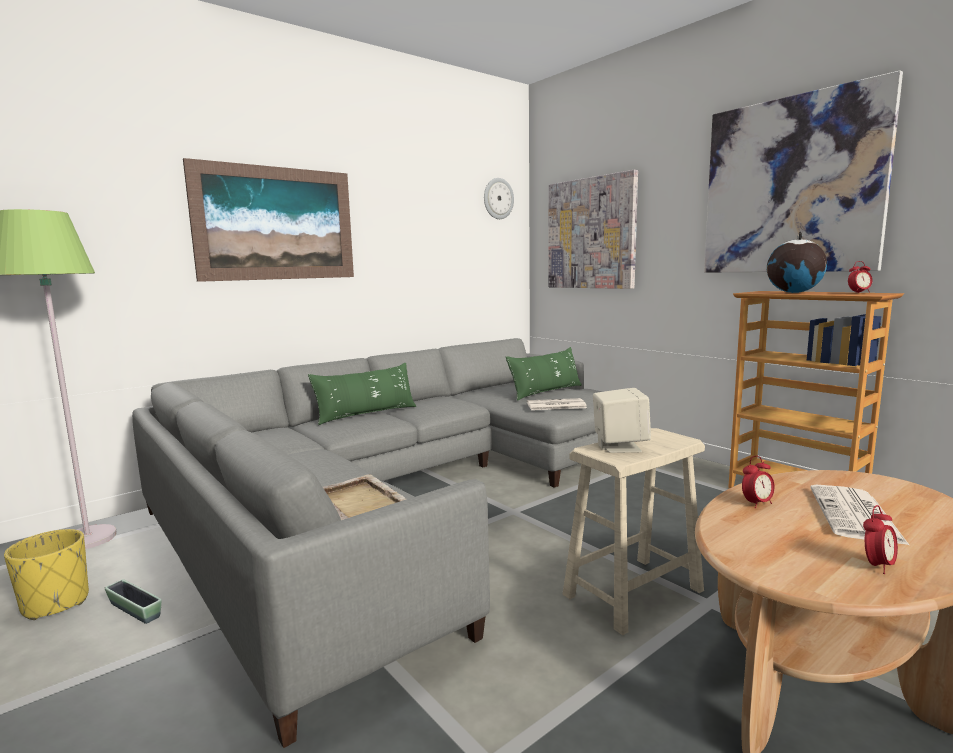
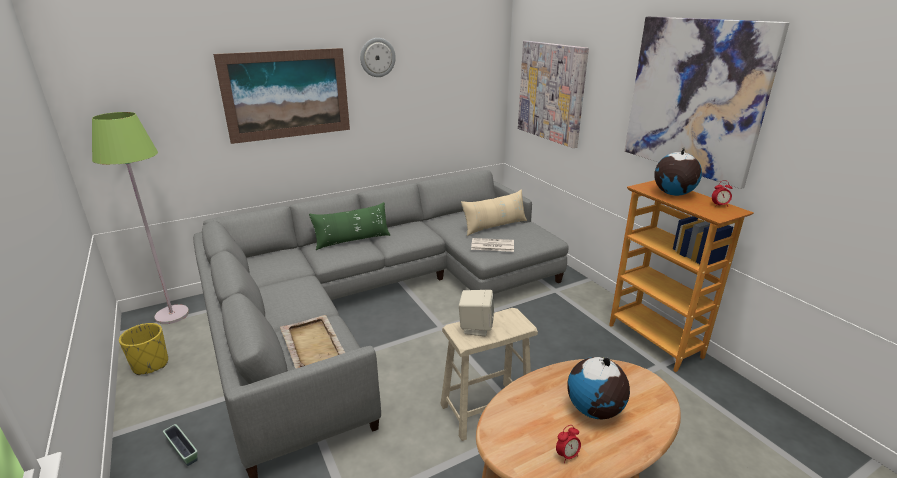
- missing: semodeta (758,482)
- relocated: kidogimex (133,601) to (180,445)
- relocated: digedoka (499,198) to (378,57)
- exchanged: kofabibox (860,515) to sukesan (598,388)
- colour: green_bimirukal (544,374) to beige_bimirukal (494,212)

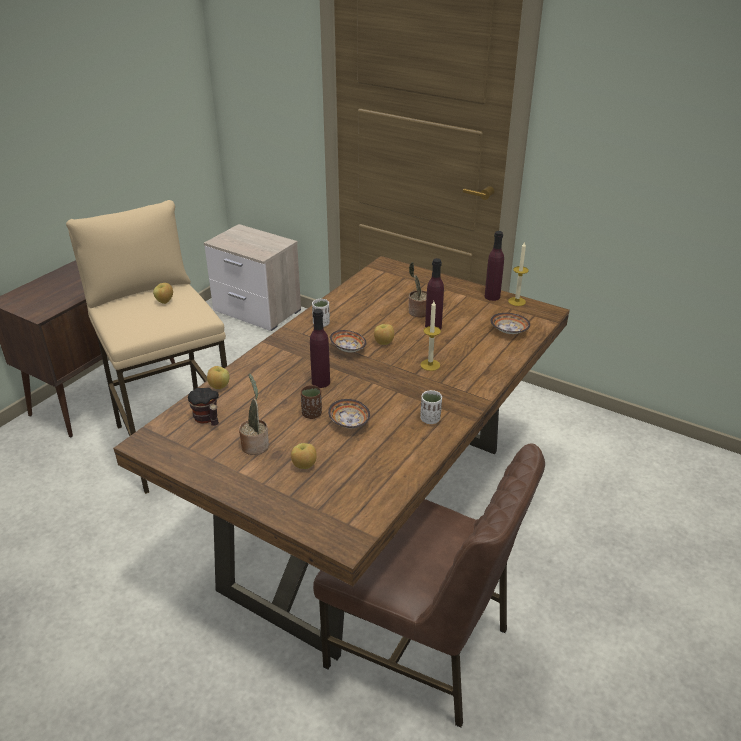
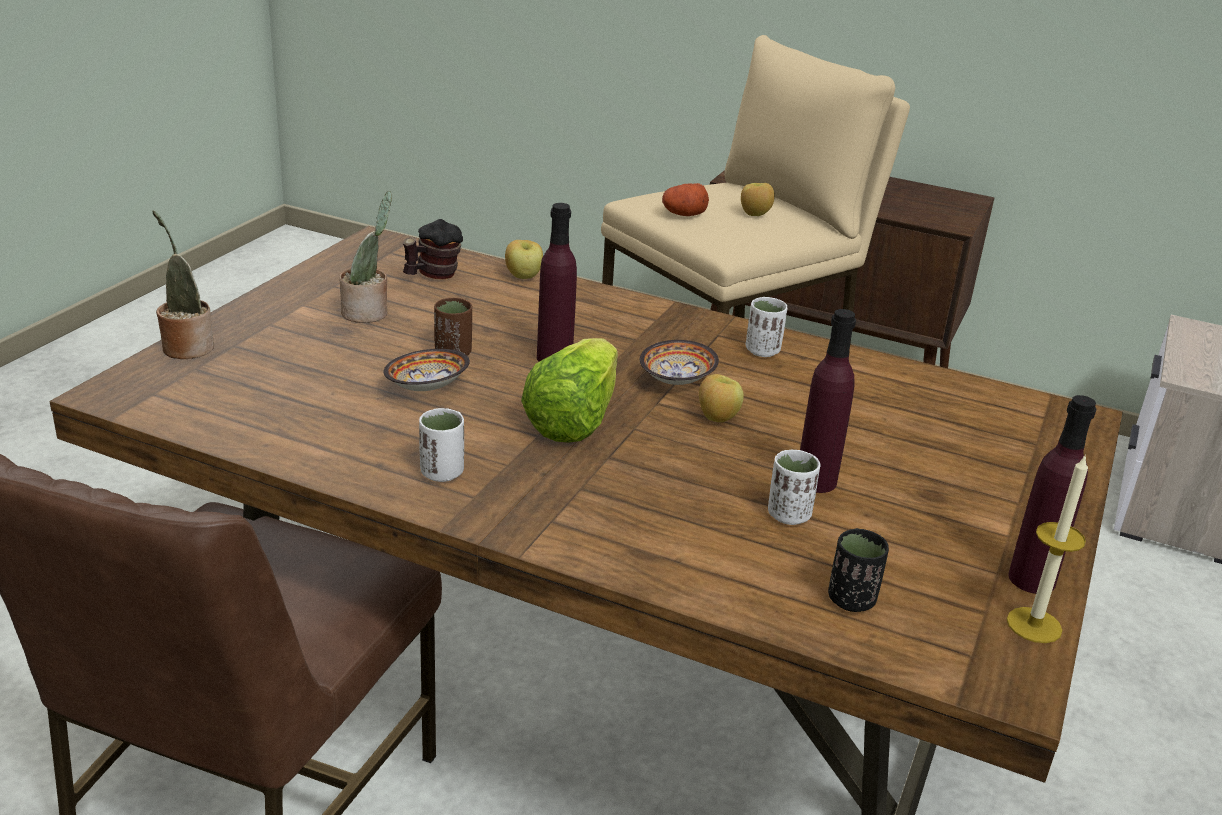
- missing: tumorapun (304,456)
- missing: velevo (431,336)
- appeared: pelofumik (569,390)
- appeared: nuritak (685,199)
- appeared: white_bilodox (794,487)
- relocated: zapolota (418,289) to (183,285)
- exchanged: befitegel (510,323) to black_bilodox (858,570)

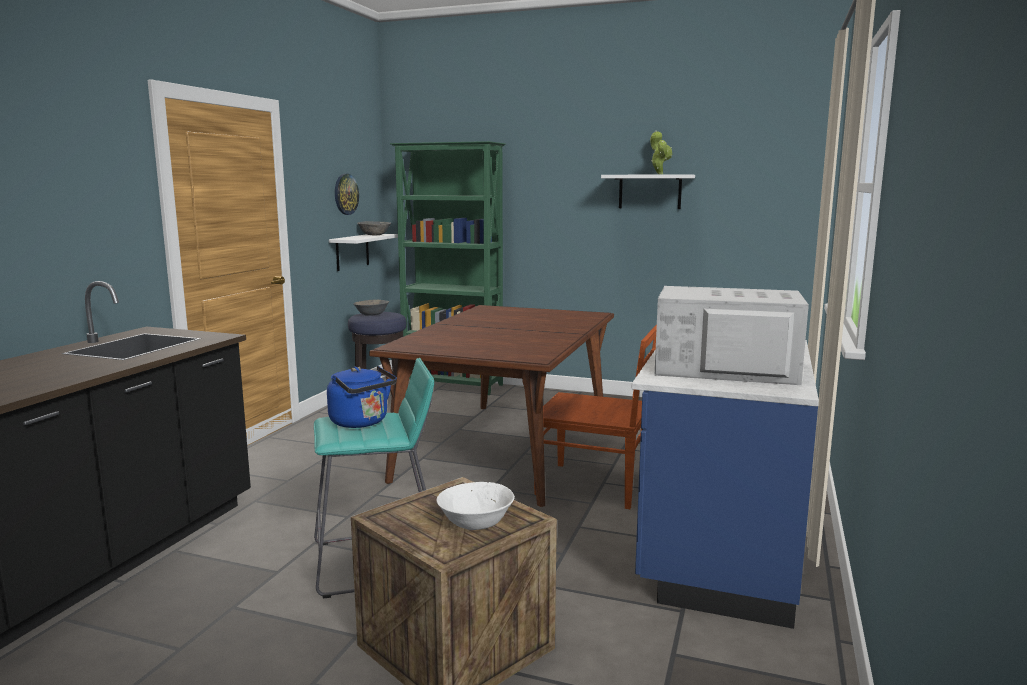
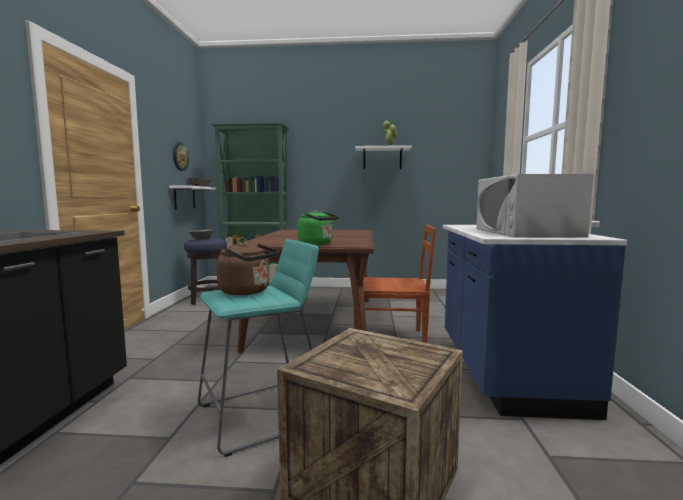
- missing: white_befitegel (475,506)
- appeared: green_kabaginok (318,227)
- colour: blue_kabaginok (362,397) to brown_kabaginok (248,268)
- spun: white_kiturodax (732,335) = (535,206) 90 degrees counterclockwise

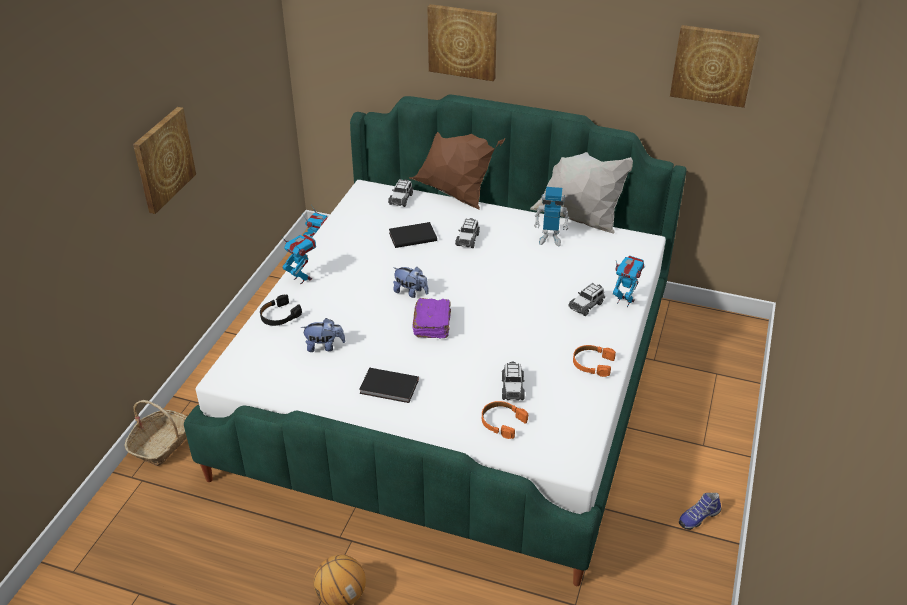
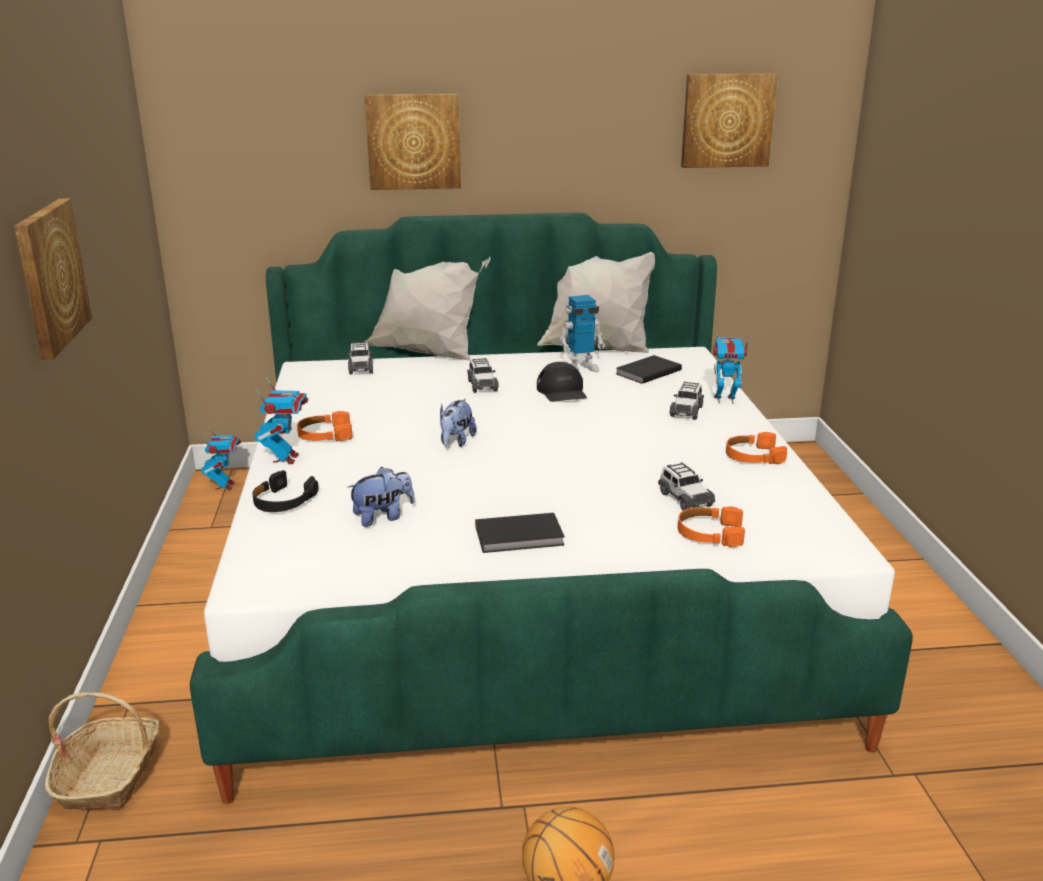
- missing: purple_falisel (431,318)
- missing: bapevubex (700,511)
- appeared: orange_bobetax (324,426)
- appeared: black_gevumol (562,382)
- relocated: black_falisel (413,235) to (649,369)
- colour: brown_bimirukal (457,171) to white_bimirukal (427,309)
- spun: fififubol (298,259) = (281,419) 75 degrees clockwise
- spun: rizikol (411,282) = (458,423) 105 degrees clockwise

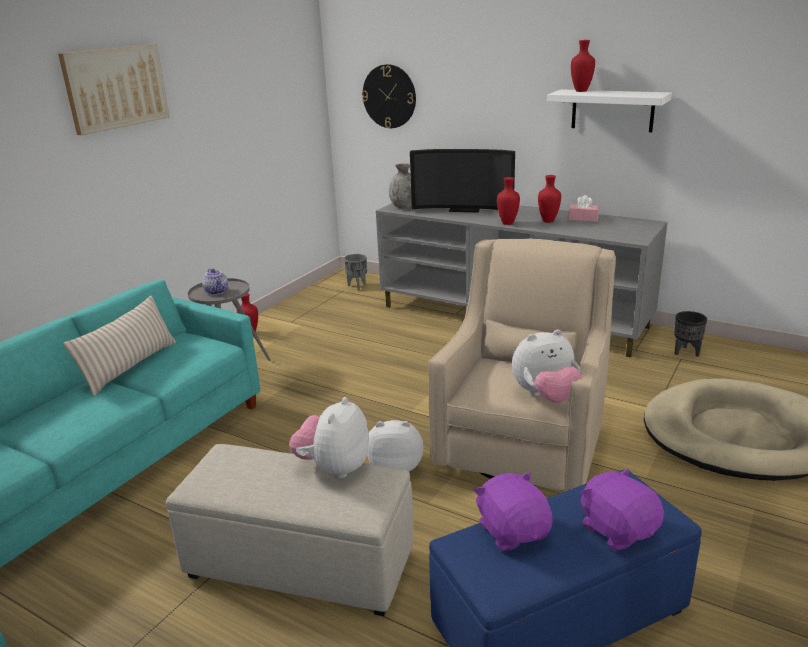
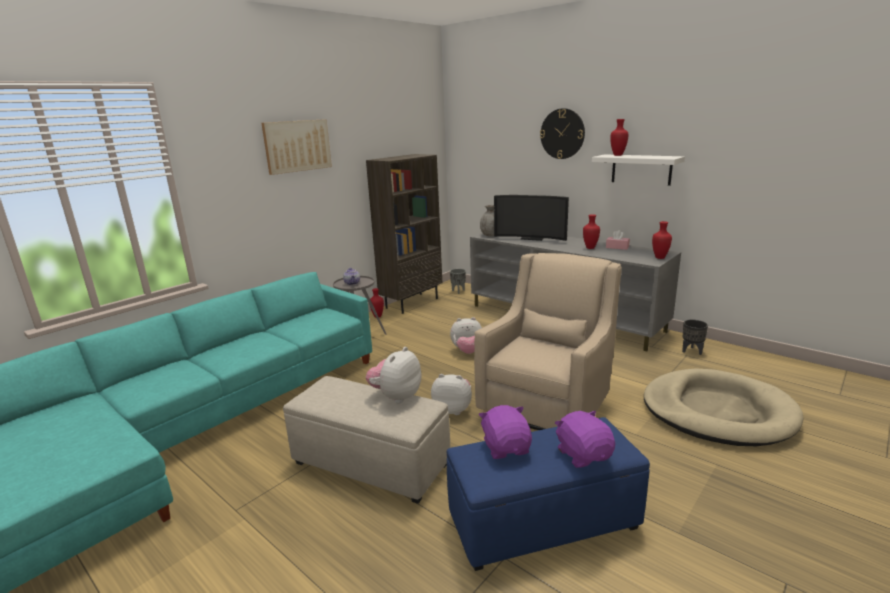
- missing: beige_bimirukal (119,345)
- appeared: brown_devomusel (404,234)
- relocated: digedoka (389,96) to (562,133)
- relocated: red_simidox (508,201) to (662,240)
- relocated: rizikol (547,366) to (466,335)

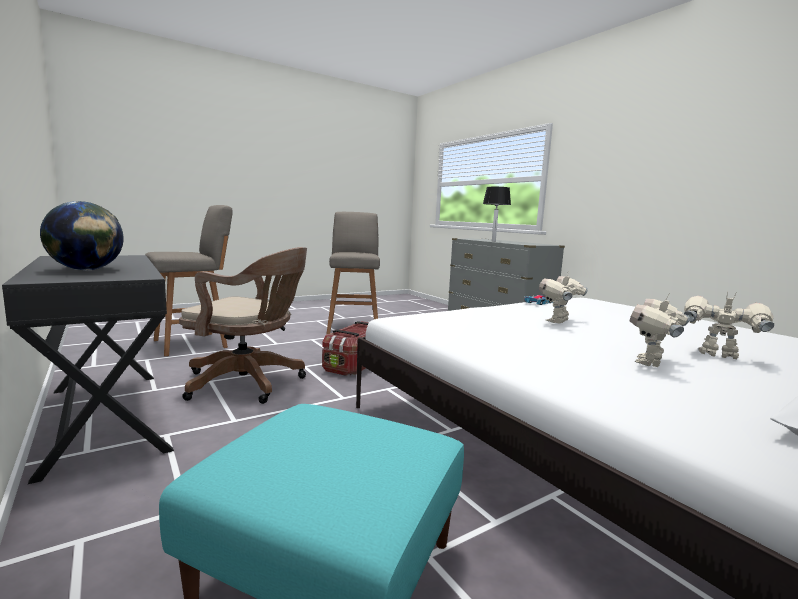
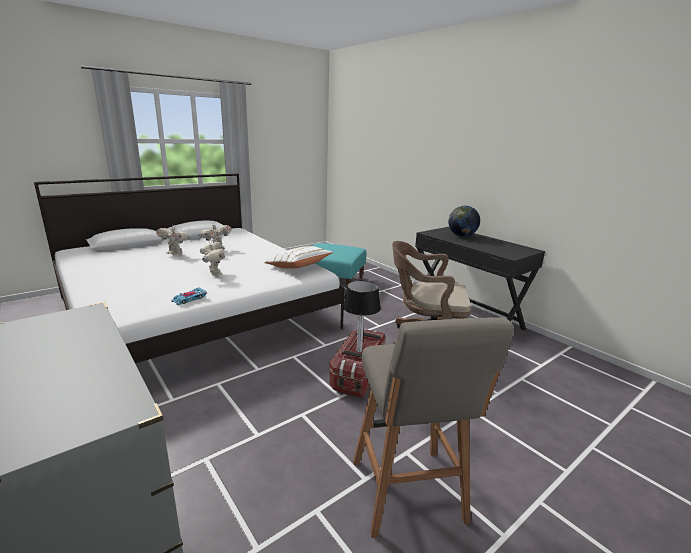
- missing: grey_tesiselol (189,280)
- appeared: white_bimirukal (298,257)
- relocated: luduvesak (497,214) to (362,316)
- spun: fififubol (563,297) = (212,259) 60 degrees counterclockwise

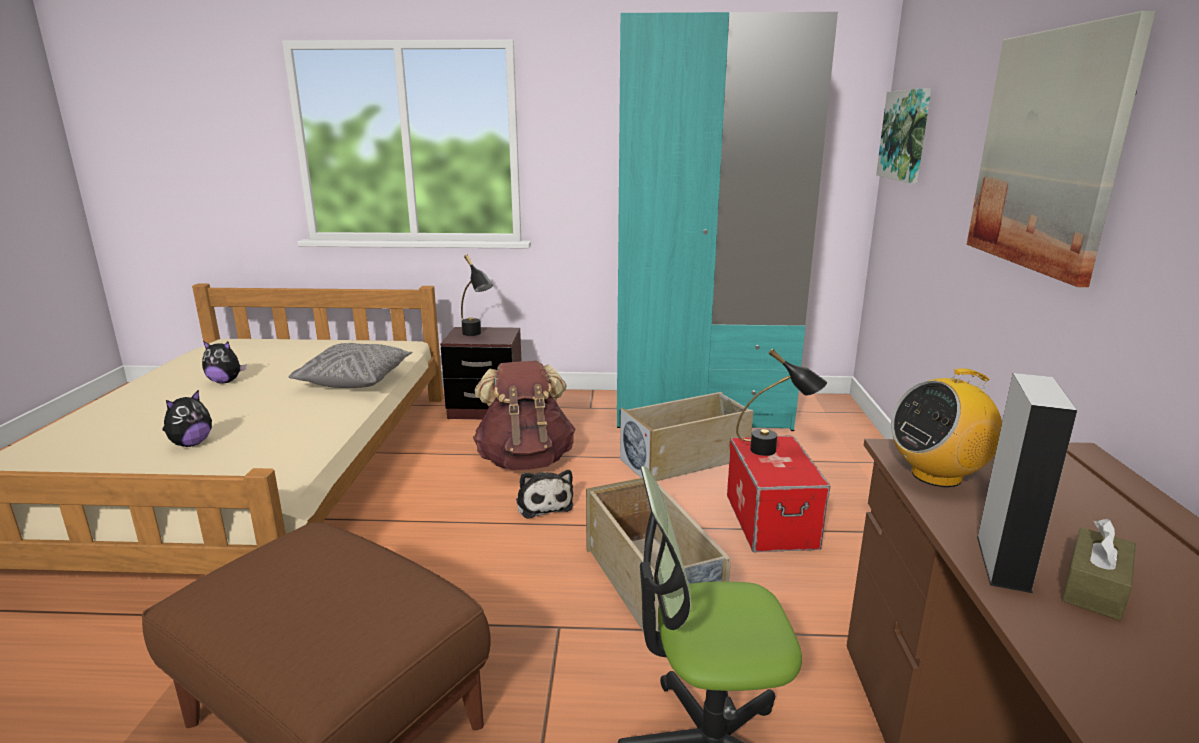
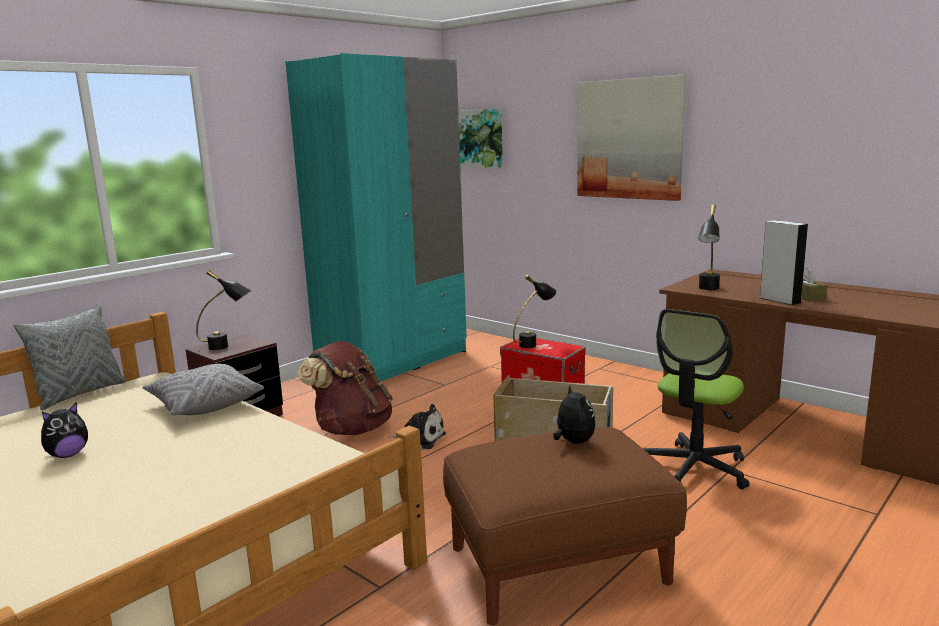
- missing: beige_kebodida (686,436)
- appeared: grey_bimirukal (70,358)
- relocated: rizikol (187,418) to (574,415)
- exchanged: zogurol (946,427) to black_luduvesak (709,247)

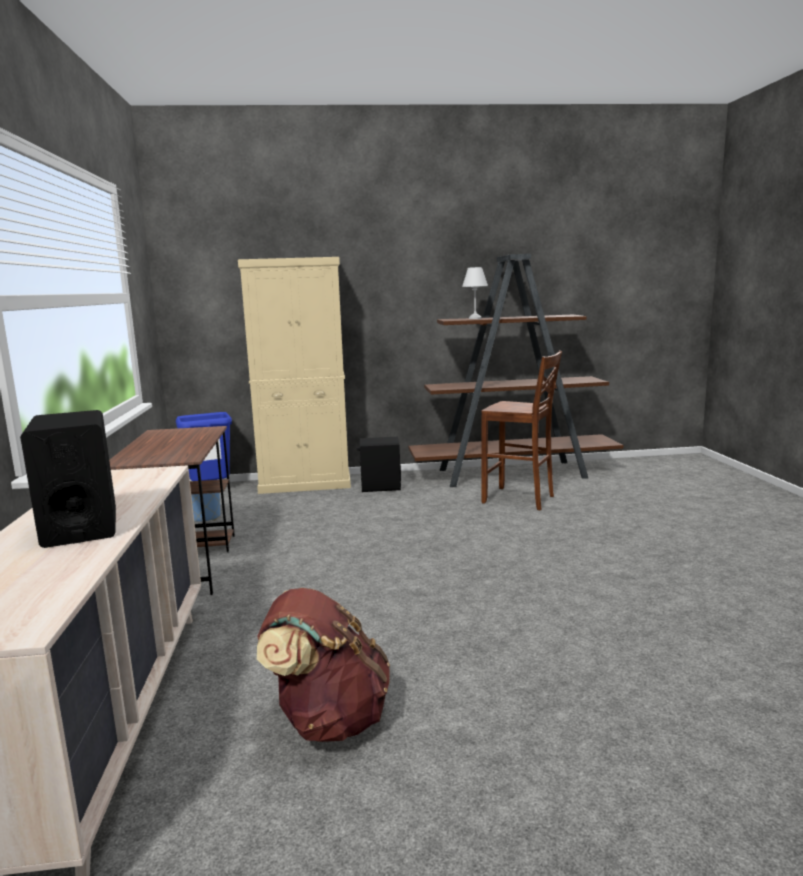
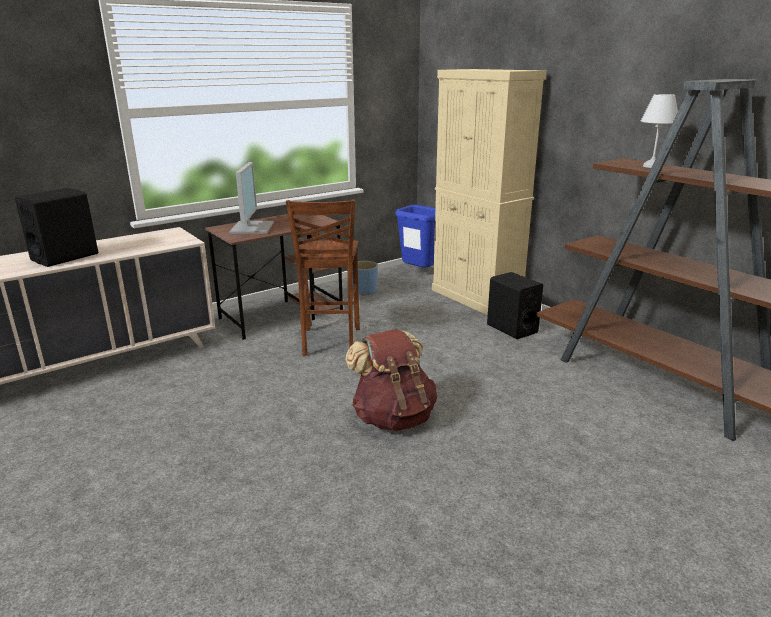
- appeared: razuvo (251,198)
- relocated: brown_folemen (323,665) to (391,380)
- relocated: brown_tesiselol (521,430) to (323,278)

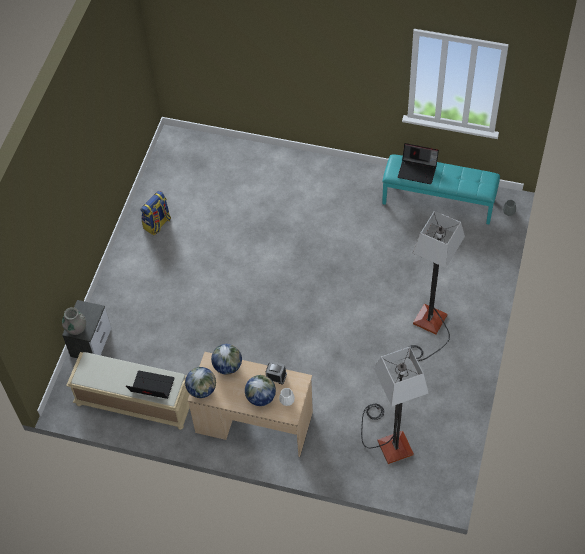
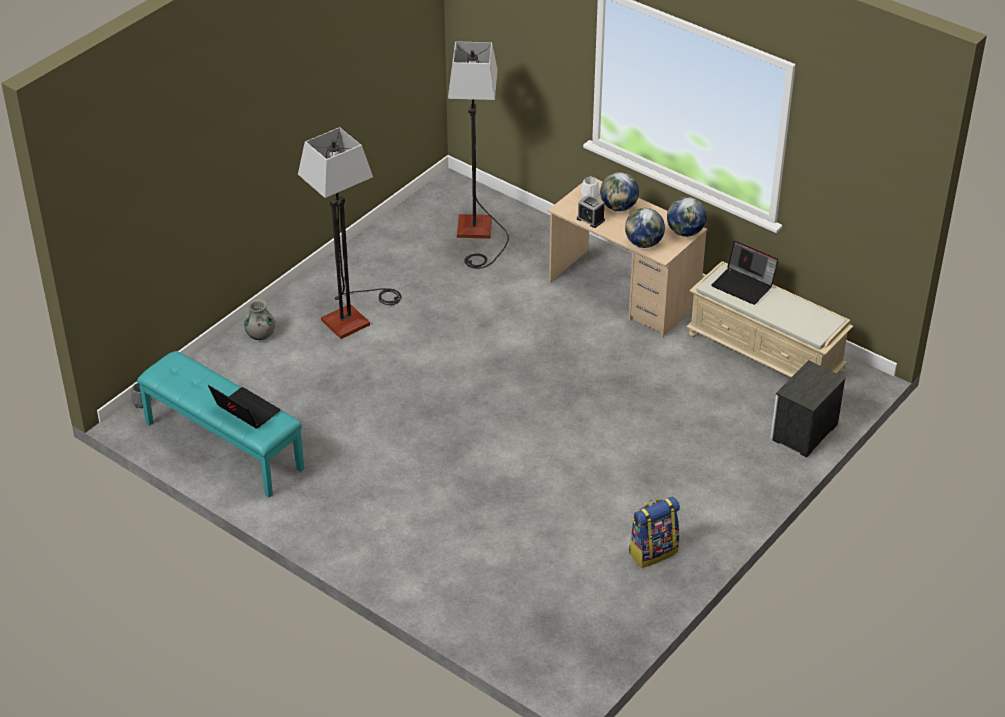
- relocated: grey_simidox (74,321) to (260,319)

